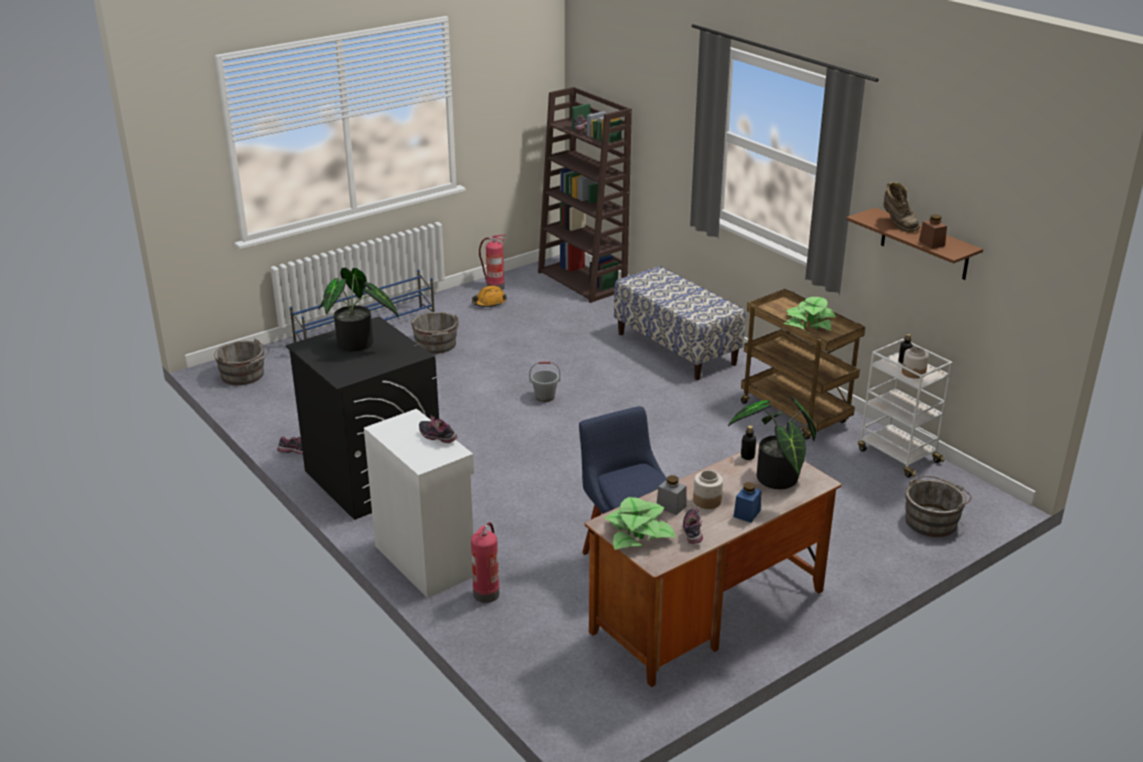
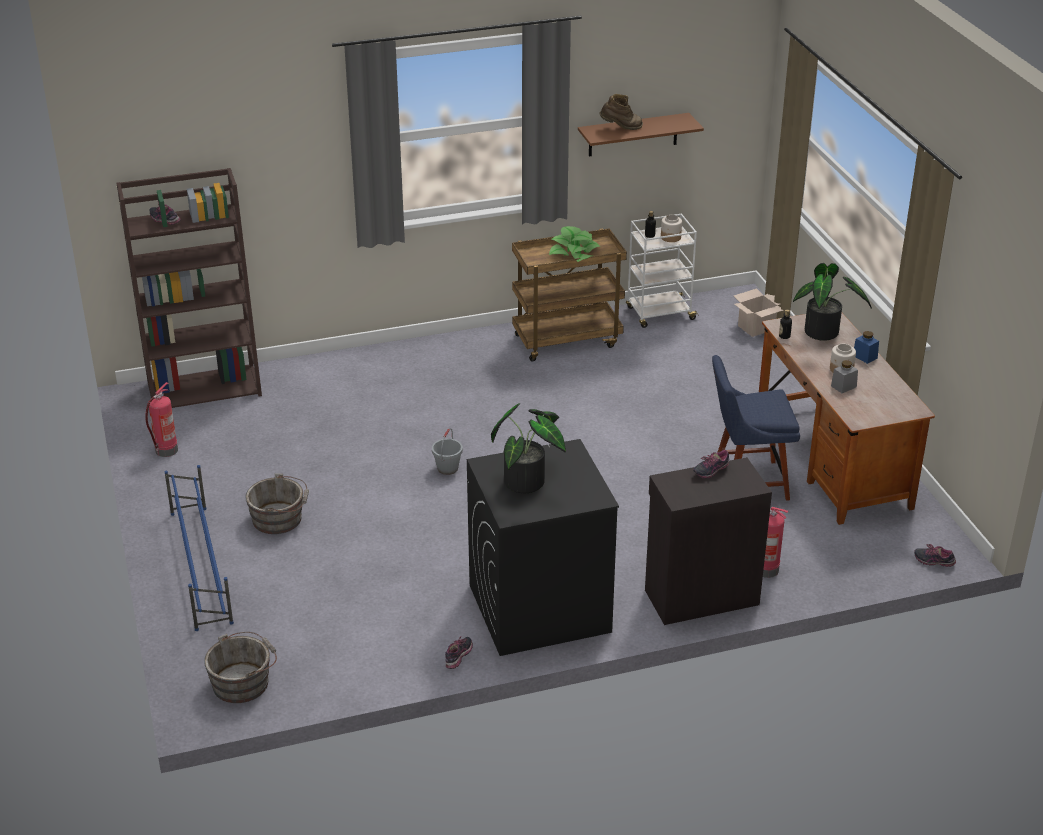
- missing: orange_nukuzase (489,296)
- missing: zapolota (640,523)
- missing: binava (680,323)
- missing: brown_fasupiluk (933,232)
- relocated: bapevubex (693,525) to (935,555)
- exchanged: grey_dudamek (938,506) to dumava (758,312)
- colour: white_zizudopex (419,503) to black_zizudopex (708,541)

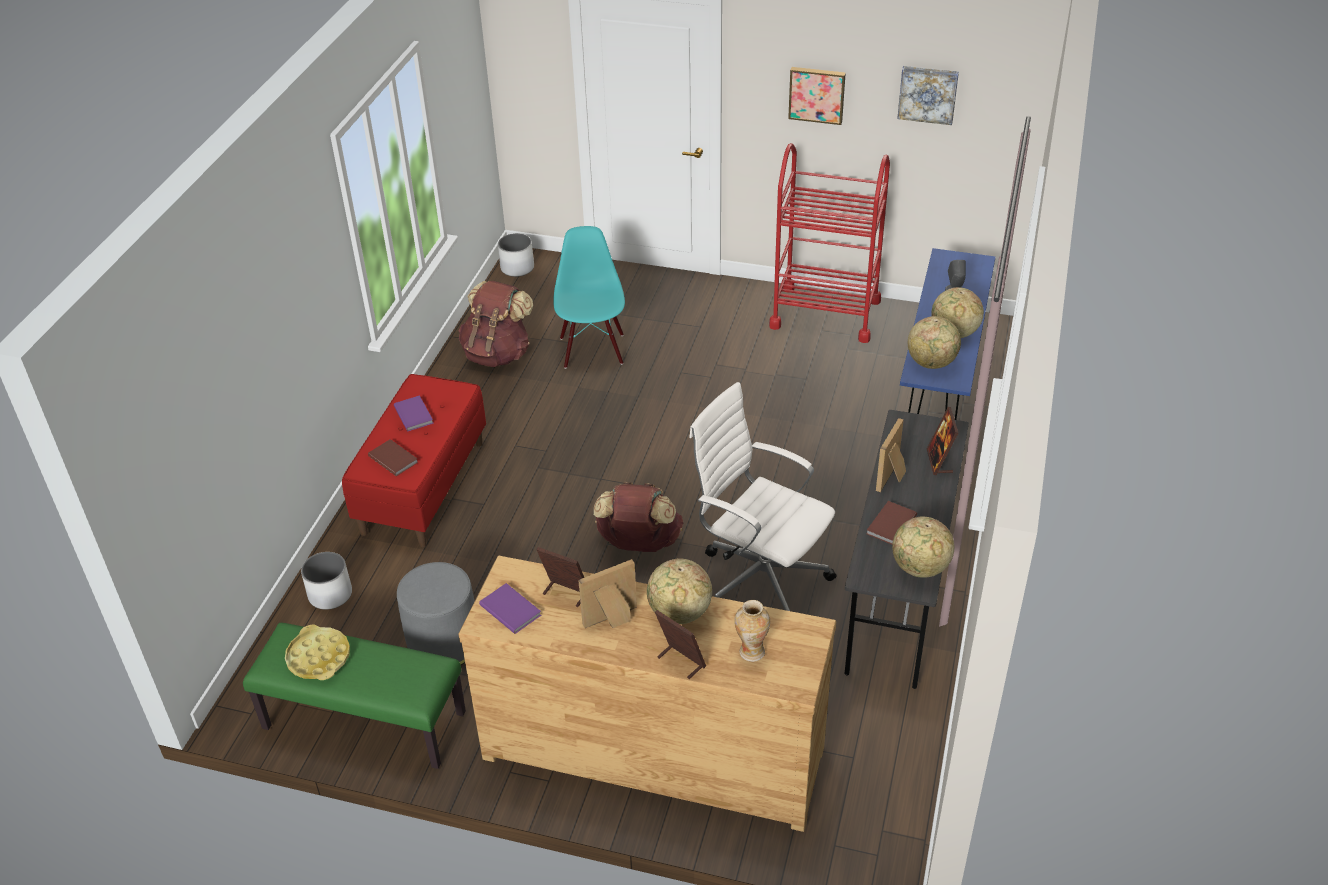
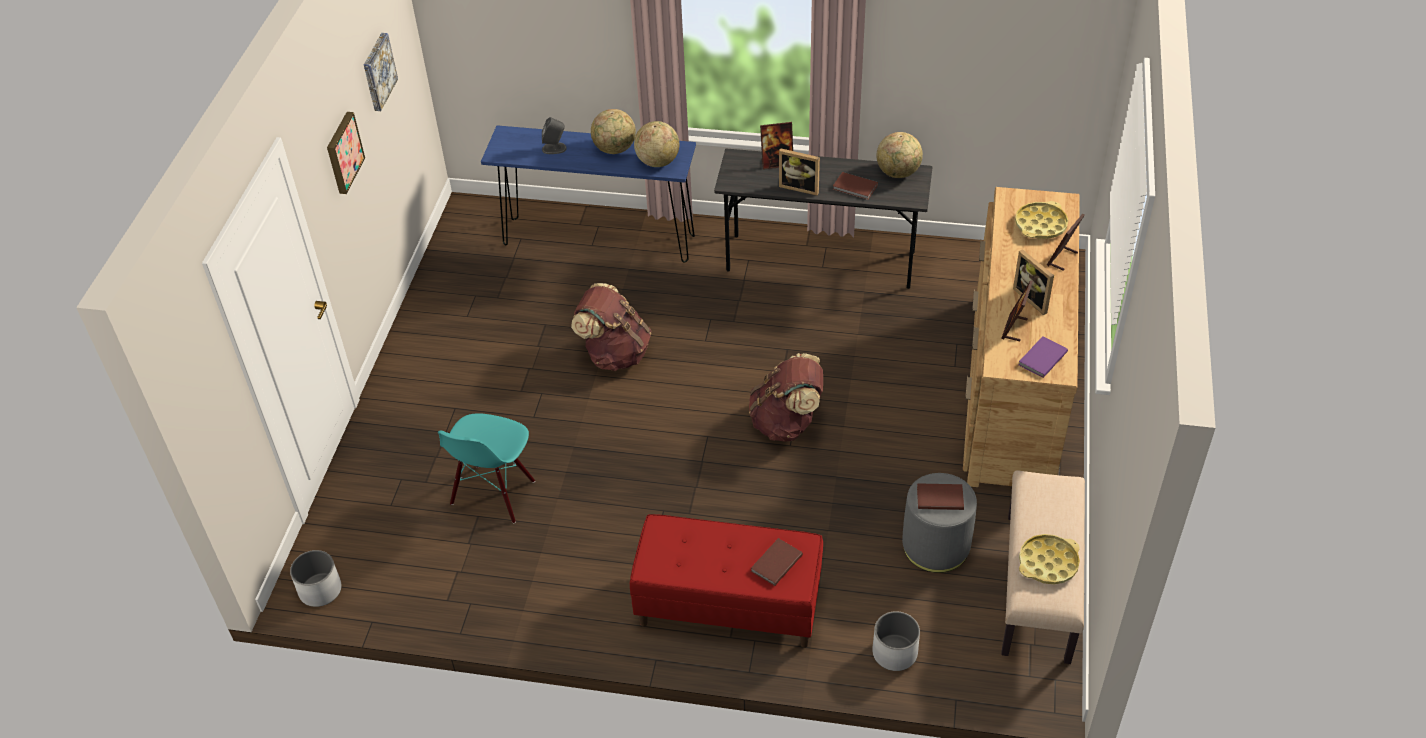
- missing: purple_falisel (414,413)
- missing: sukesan (679,591)
- missing: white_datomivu (763,496)
- missing: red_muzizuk (829,243)
- appeared: brown_falisel (940,496)
- relocated: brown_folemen (496,324) to (611,327)
- exchanged: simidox (752,631) to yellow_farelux (1041,220)
- colour: green_binava (354,696) to beige_binava (1043,567)
- spun: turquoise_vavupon (589,297) = (486,468) 60 degrees counterclockwise

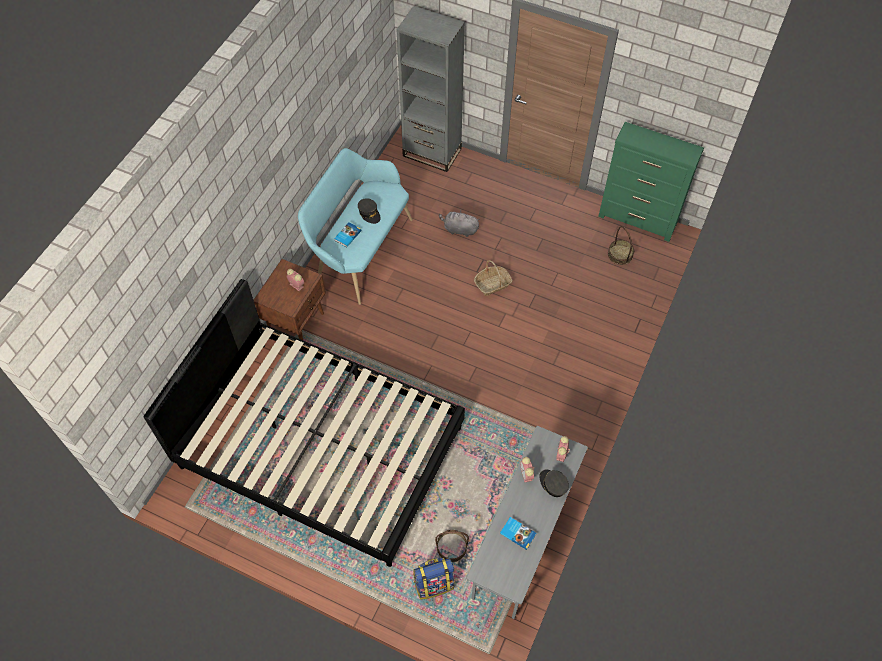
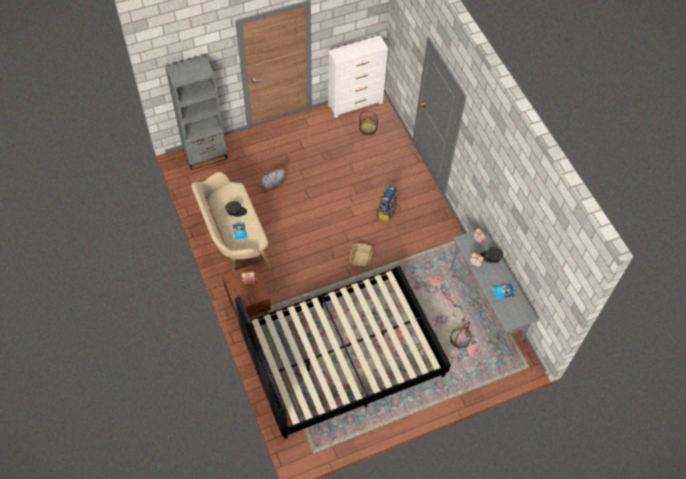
- relocated: folemen (434,579) to (387,203)
- relocated: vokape (493,278) to (361,255)
- colour: turquoise_binava (355,226) to beige_binava (231,222)
- colour: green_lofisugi (651,182) to white_lofisugi (358,76)

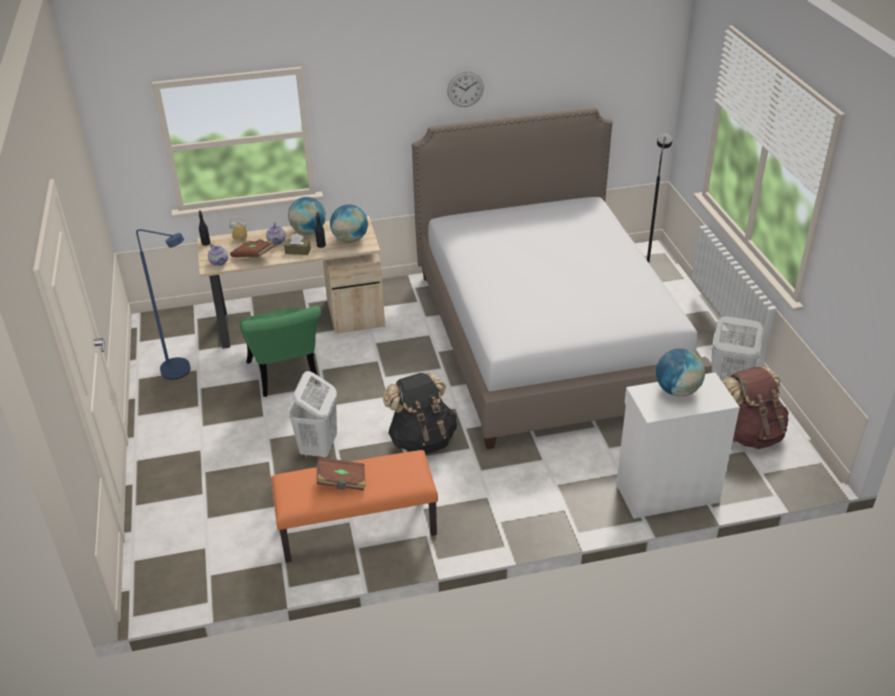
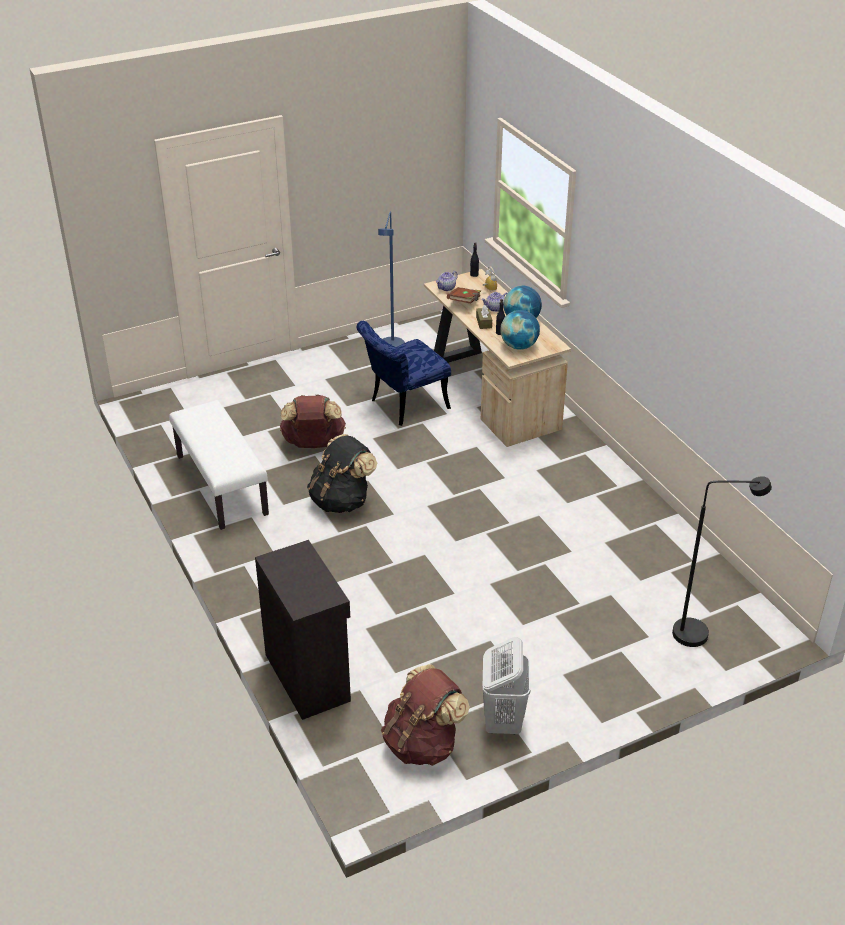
- missing: brown_falisel (341,474)
- missing: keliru (562,278)
- missing: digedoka (465,89)
- missing: sukesan (680,372)
- exchanged: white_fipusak (312,414) to brown_folemen (313,421)
- colour: green_vavupon (280,351) to blue_vavupon (404,373)
- colour: orange_binava (354,506) to white_binava (219,465)
- colour: white_zizudopex (678,445) to black_zizudopex (303,630)

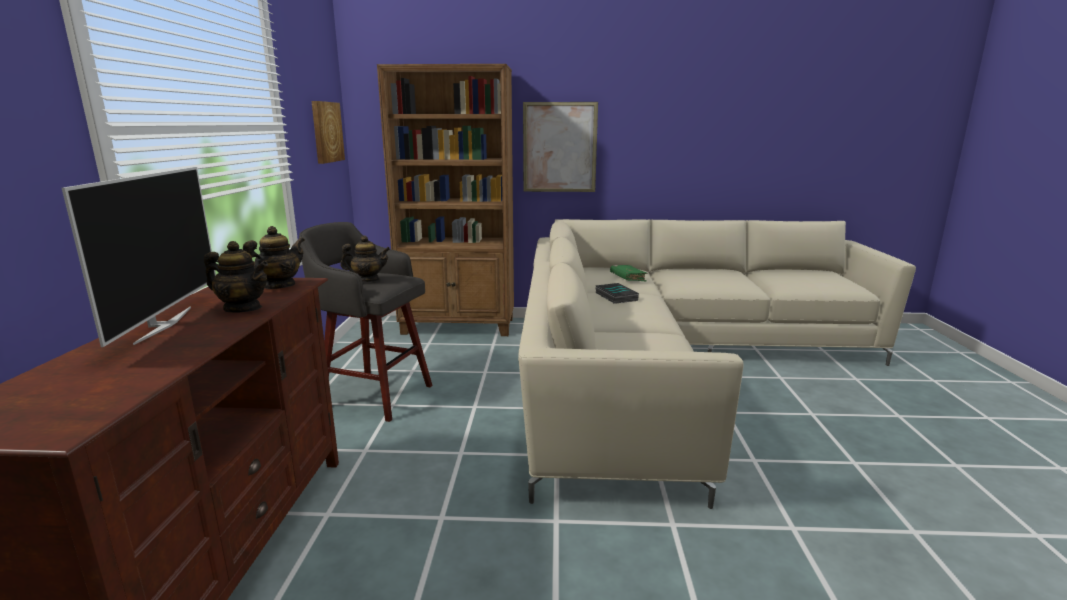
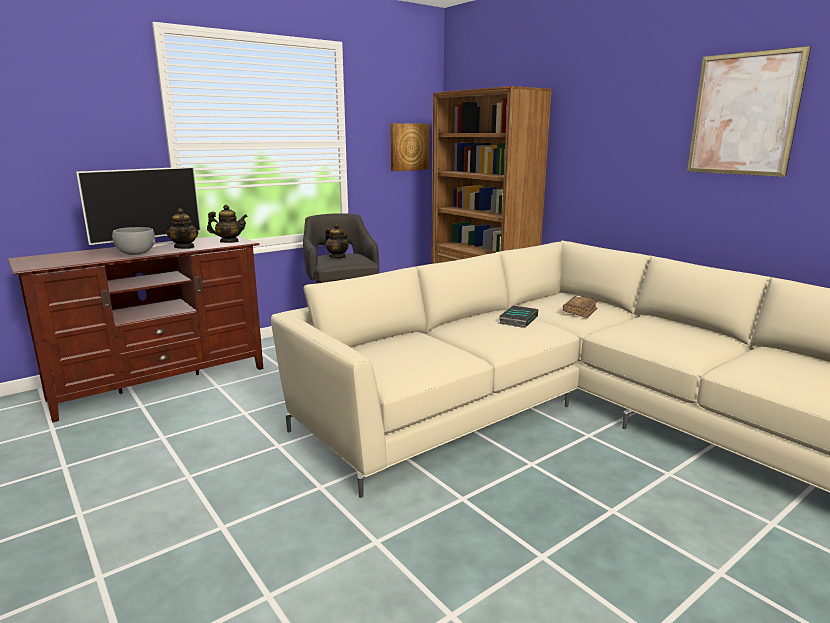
- appeared: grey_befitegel (133,241)
- relocated: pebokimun (560,147) to (749,111)
- colour: green_falisel (629,273) to brown_falisel (581,307)

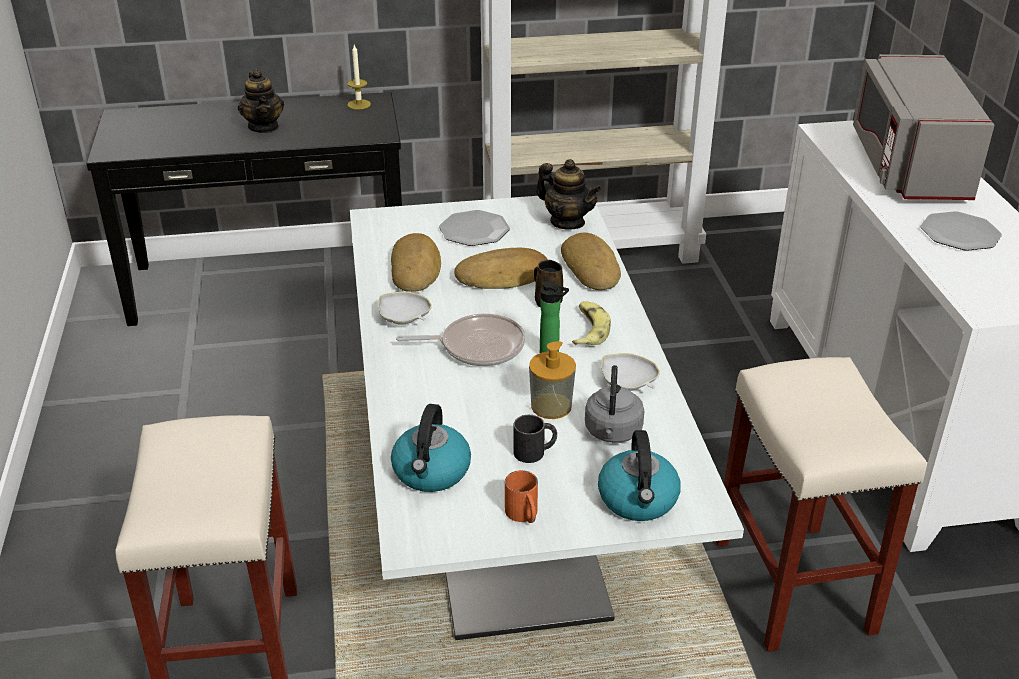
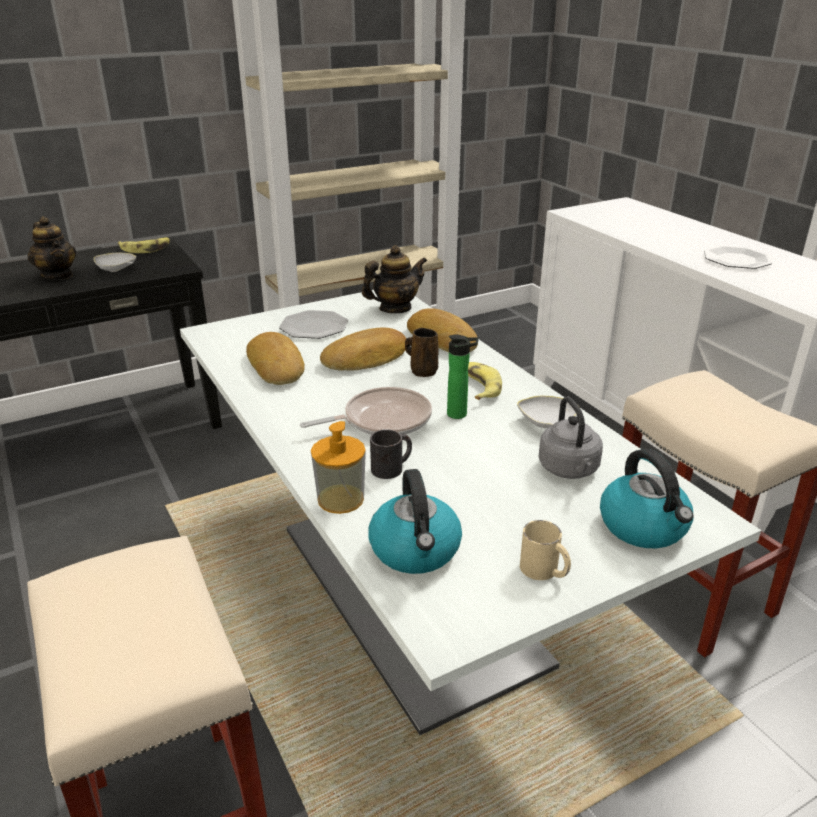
- missing: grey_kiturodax (924,127)
- relocated: white_befitegel (405,308) to (115,262)
- relocated: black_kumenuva (535,439) to (391,454)
- relocated: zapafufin (552,380) to (338,467)
- exchanged: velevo (359,77) to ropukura (144,245)
- colour: orange_kumenuva (521,496) to beige_kumenuva (545,550)
- spun: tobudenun (569,194) = (394,279) 45 degrees counterclockwise

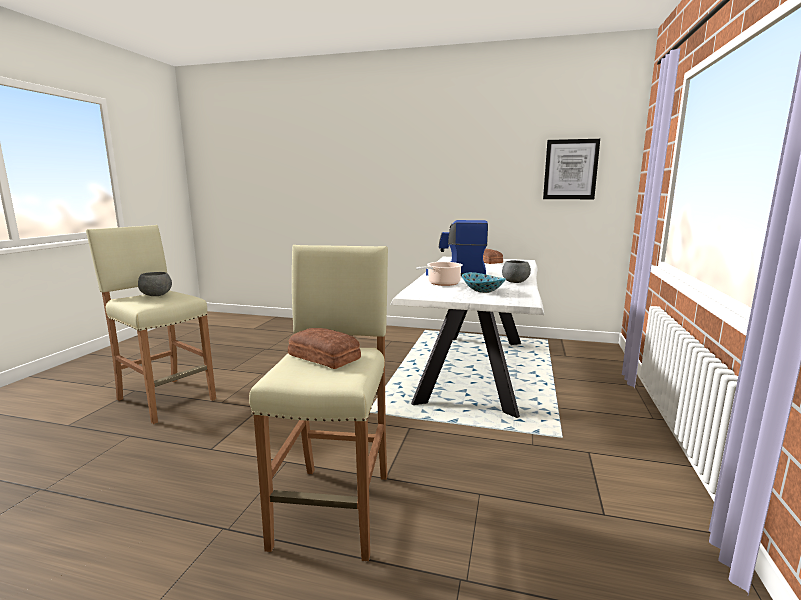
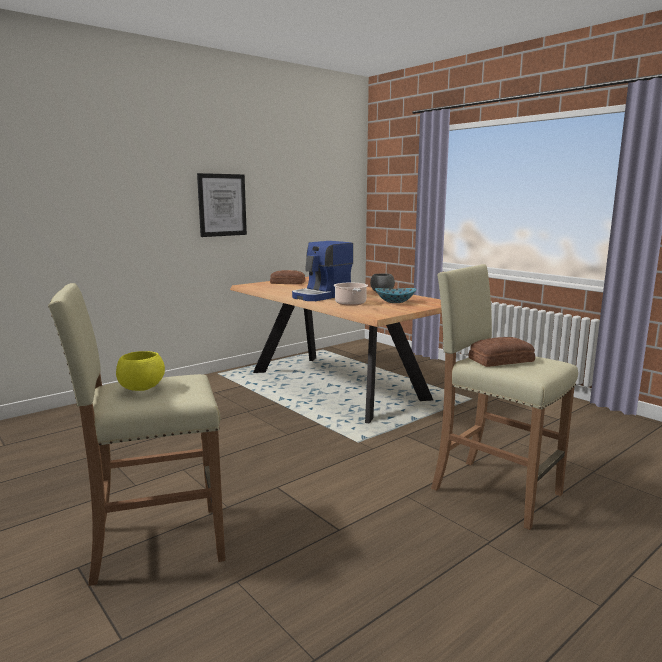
- relocated: pebokimun (571,169) to (222,205)
- colour: grey_befitegel (155,284) to yellow_befitegel (140,371)
- colour: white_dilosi (467,337) to brown_dilosi (336,350)

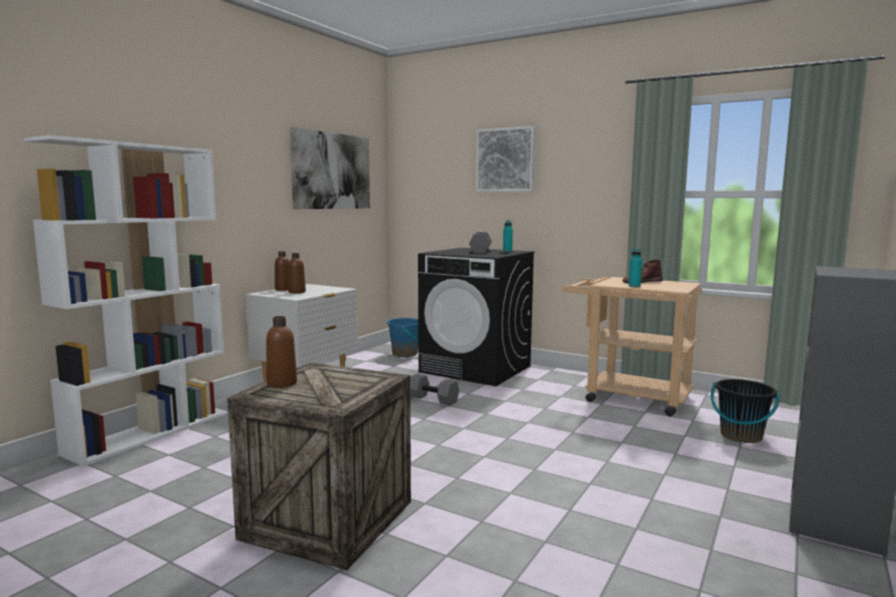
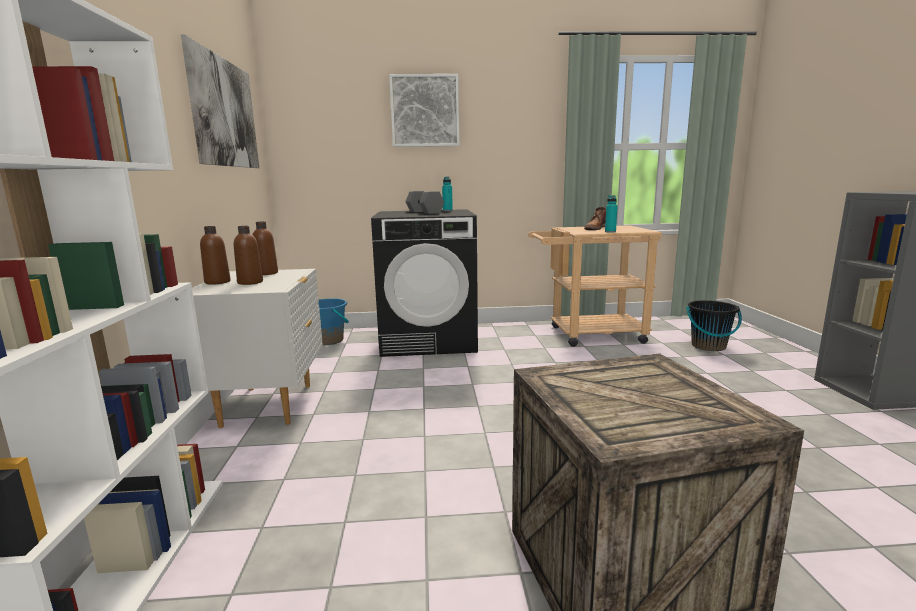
- missing: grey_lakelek (434,389)
- relocated: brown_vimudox (281,352) to (265,248)

